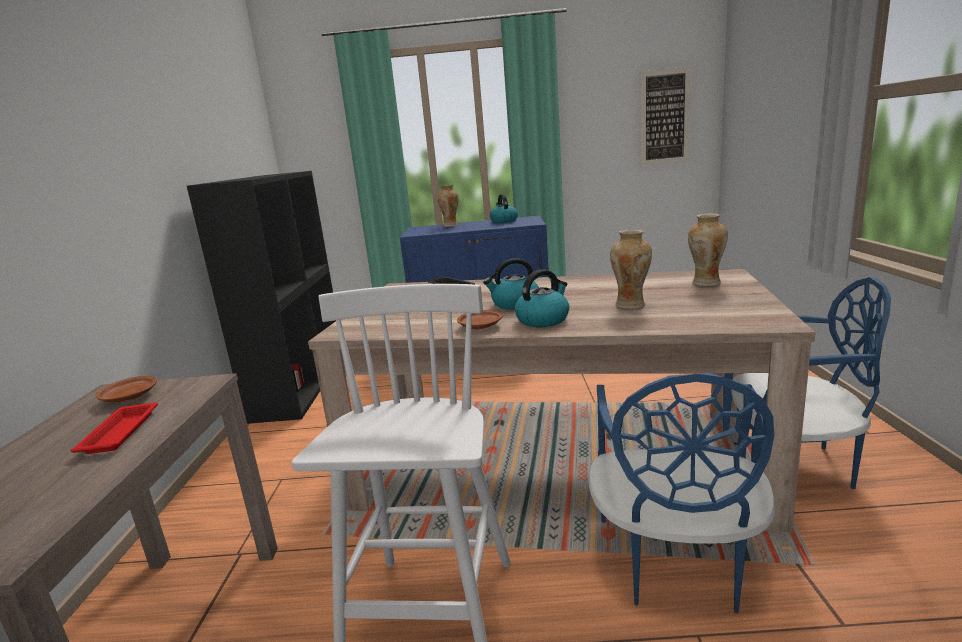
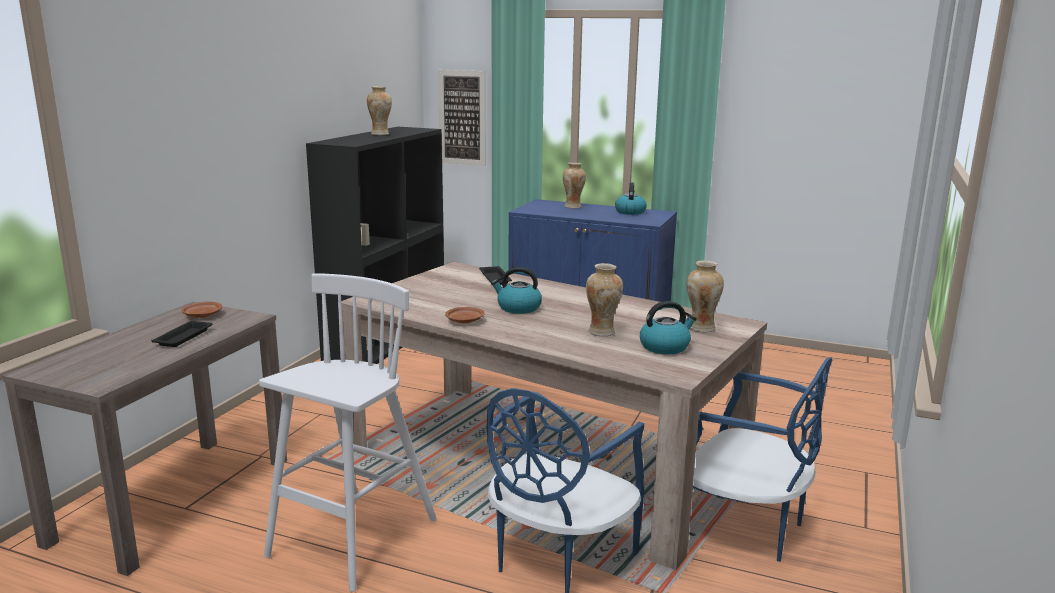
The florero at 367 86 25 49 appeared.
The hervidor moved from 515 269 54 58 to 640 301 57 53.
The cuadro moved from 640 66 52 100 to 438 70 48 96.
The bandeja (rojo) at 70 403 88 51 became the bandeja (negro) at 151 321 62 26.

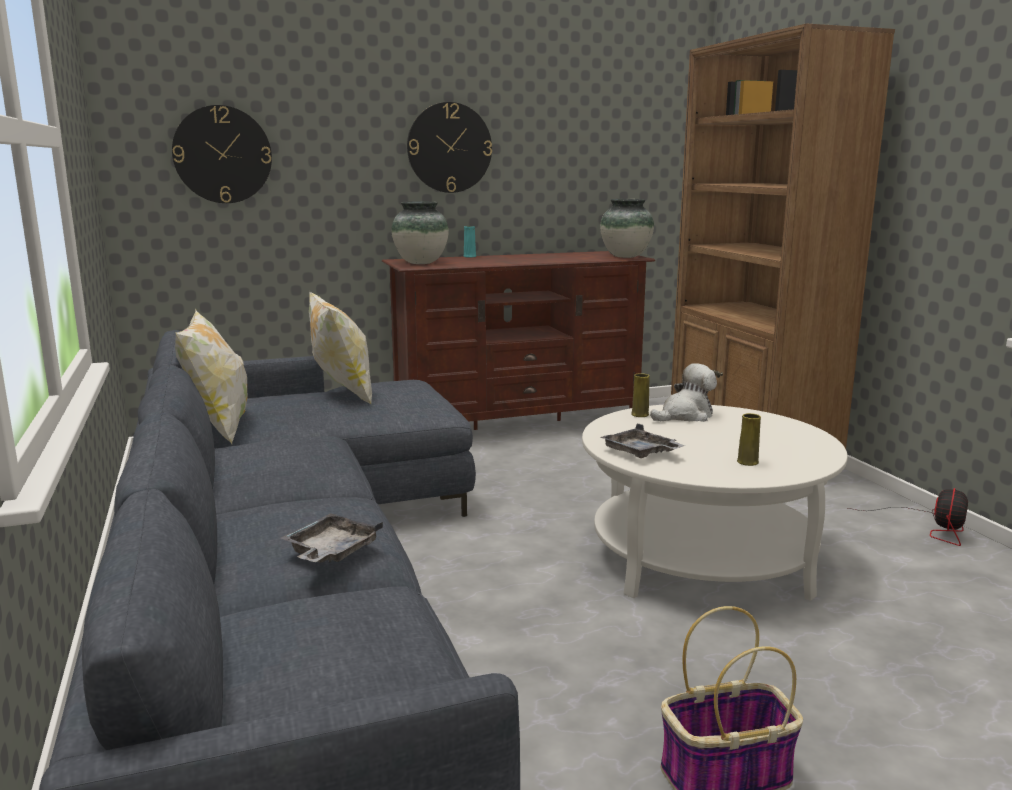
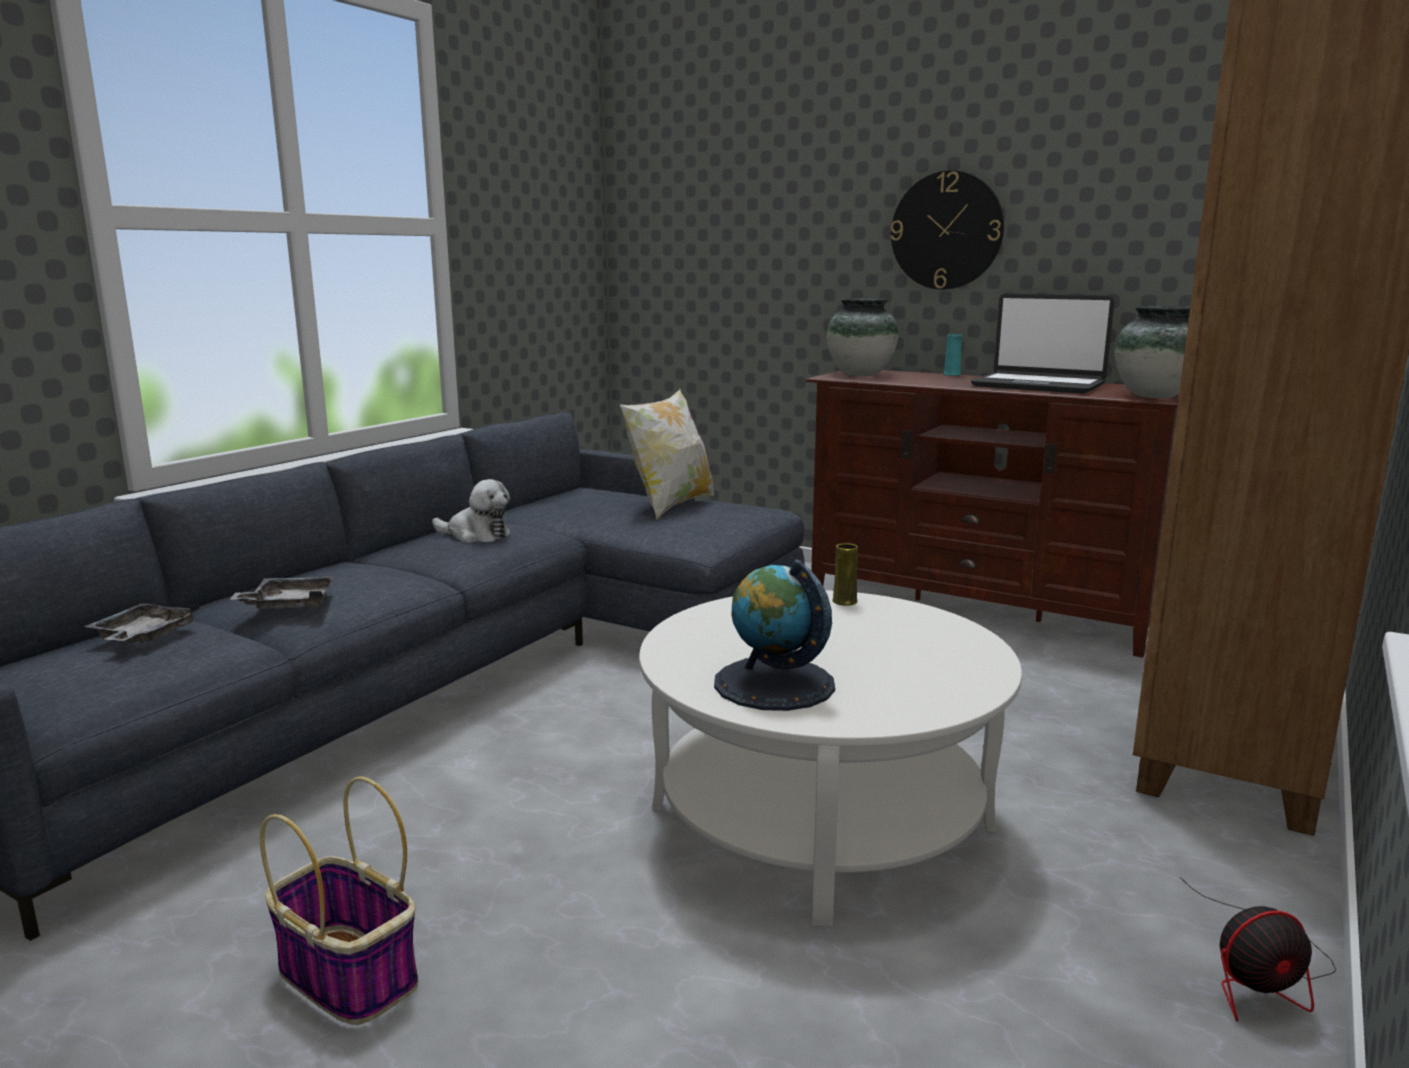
The reloj de pared at 172 105 100 98 disappeared.
The cojín at 175 309 72 135 disappeared.
The portátil at 971 293 144 101 appeared.
The bandeja (gris) moved from 600 424 85 34 to 84 603 115 40.
The peluche moved from 650 363 67 59 to 432 479 79 64.
The florero (amarillo) at 737 413 24 53 was replaced by the globo terráqueo at 714 559 121 152.

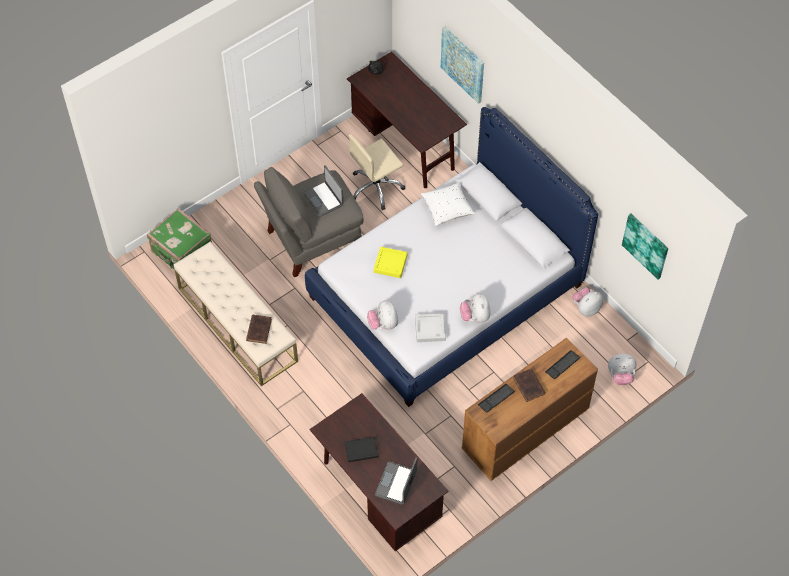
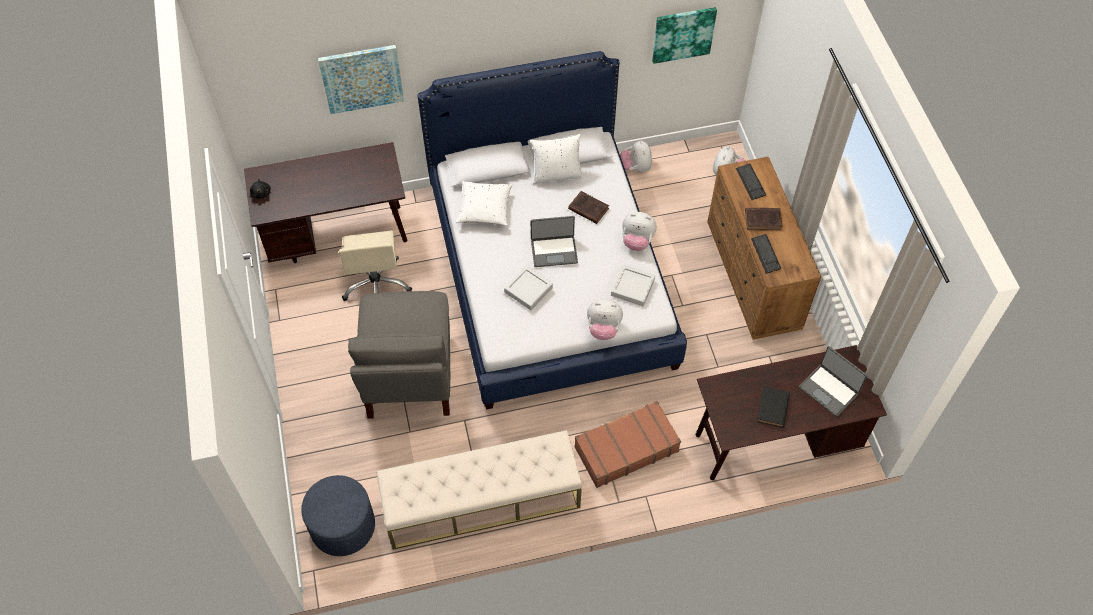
The cojín (blanco) at 530 134 53 50 appeared.
The maleta (marrón) at 574 401 107 87 appeared.
The libro (marrón) moved from 246 315 26 29 to 568 191 41 33.
The portátil moved from 303 165 41 52 to 531 216 47 51.
The maleta (verde) at 147 208 65 61 was replaced by the puf (azul) at 301 475 74 81.
The bandeja (amarillo) at 374 247 33 31 became the bandeja (gris) at 504 266 49 44.

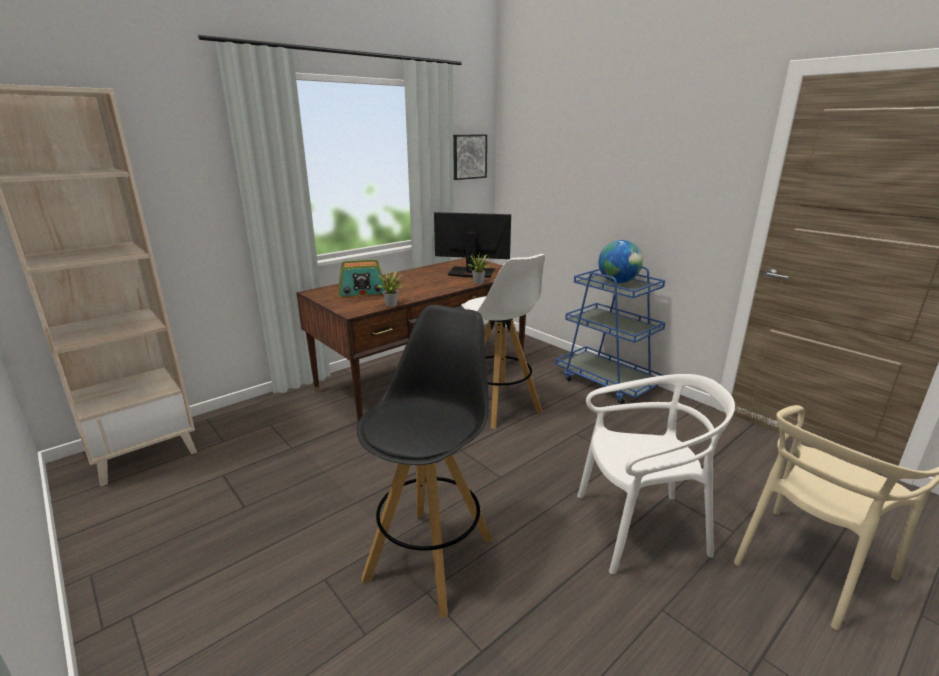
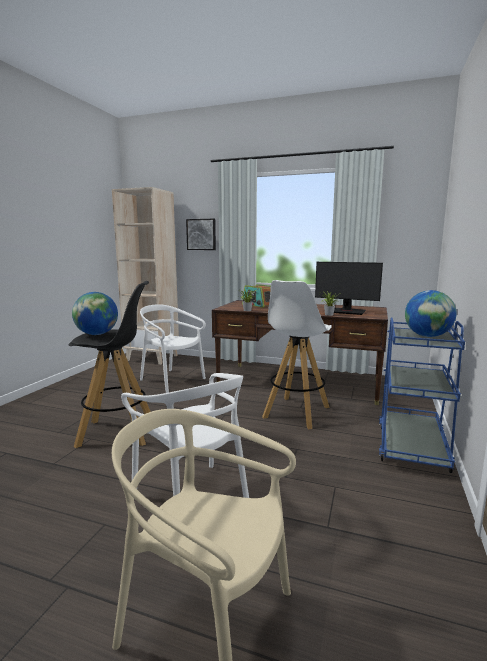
The globo terráqueo at 72 292 46 43 appeared.
The silla (blanco) at 140 304 66 89 appeared.
The cuadro moved from 453 134 34 46 to 186 219 30 31.
The monitor at 434 212 77 66 turned 135 degrees clockwise.

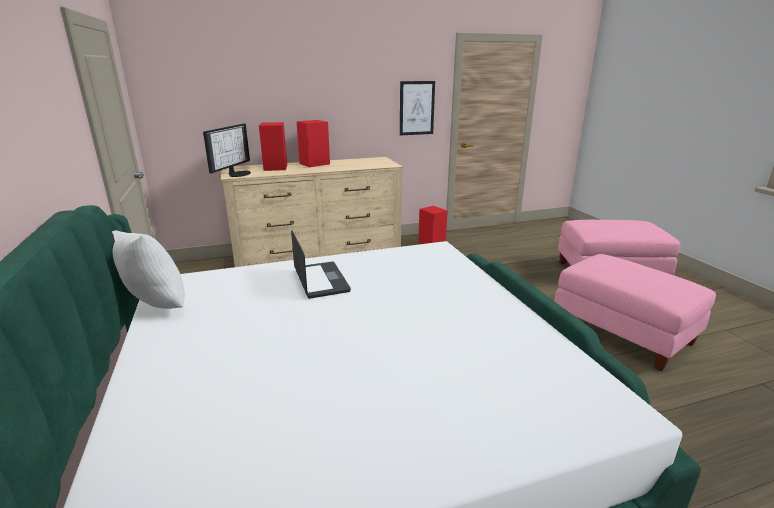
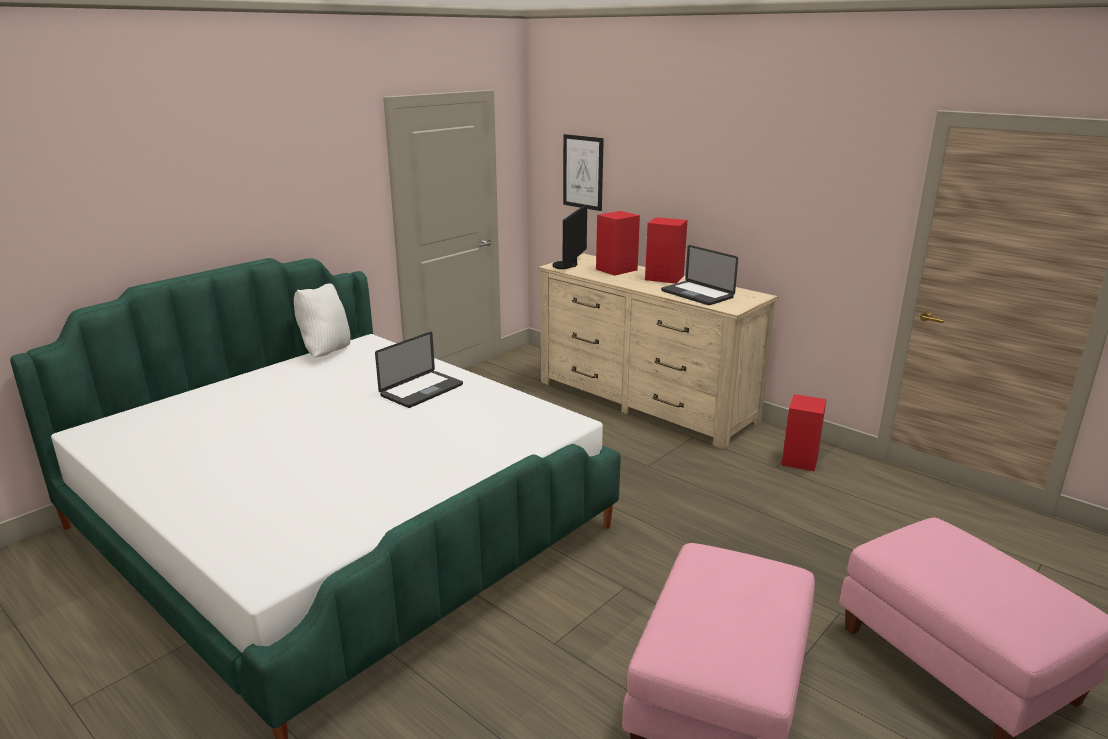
The portátil at 661 245 77 60 appeared.
The cuadro moved from 400 81 35 54 to 563 134 41 77.
The monitor at 203 124 48 53 turned 120 degrees clockwise.

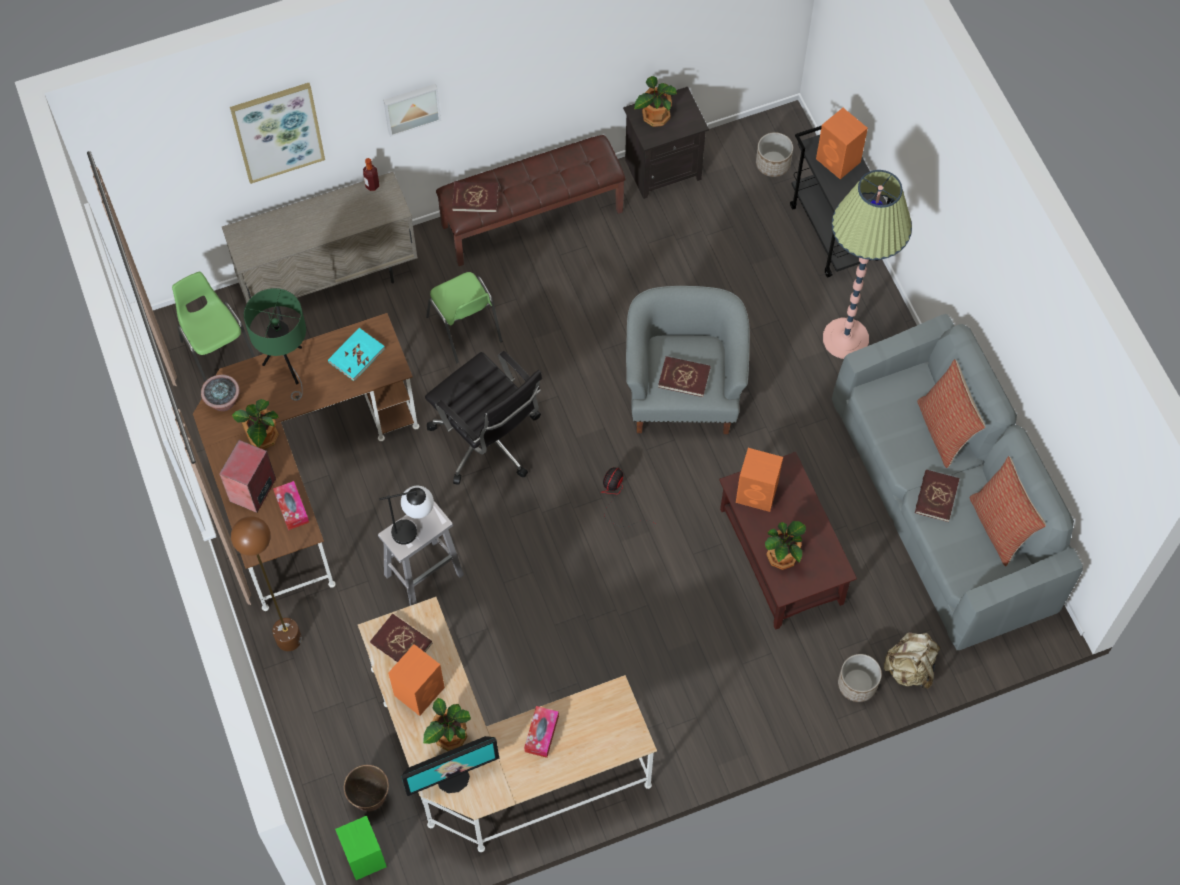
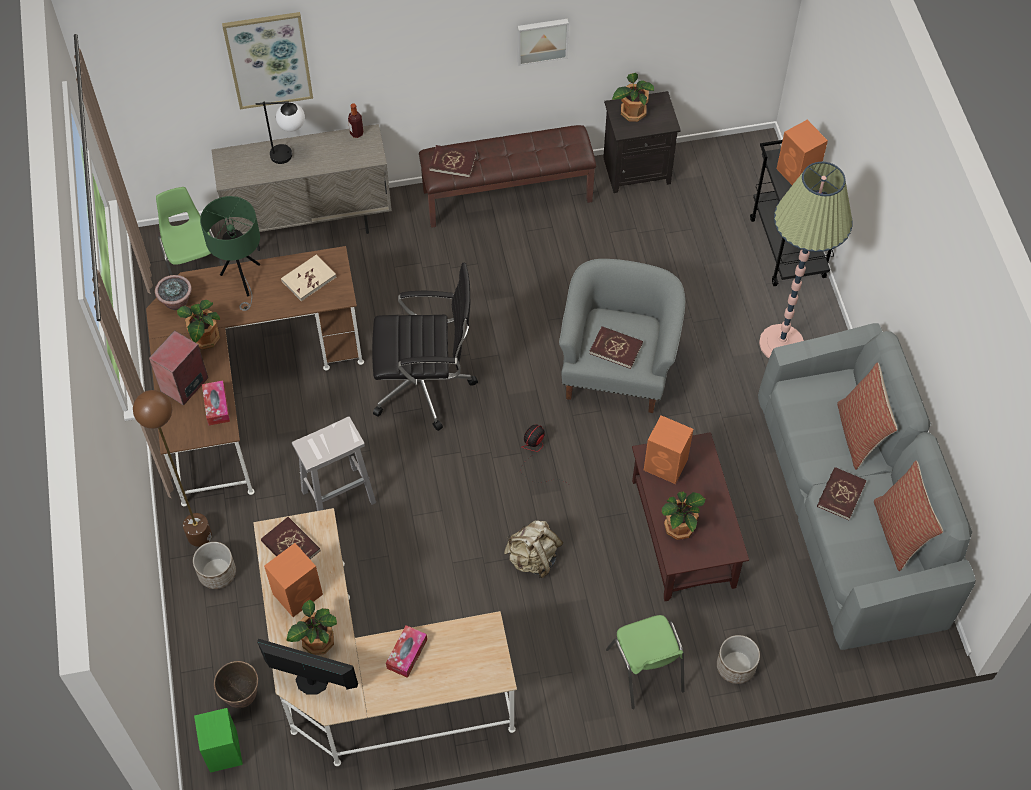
The lámpara de mesa moved from 379 486 55 59 to 255 101 50 63.
The cuadro moved from 383 84 58 53 to 517 19 52 47.
The silla (verde) moved from 426 272 76 91 to 606 615 78 94.
The maceta moved from 756 132 37 45 to 193 542 43 47.
The mochila (beis) moved from 884 632 56 57 to 504 520 59 58.
The libro (turquesa) at 328 328 57 53 became the libro (beis) at 281 254 56 47.
The monitor at 401 736 98 60 turned 150 degrees counterclockwise.
The silla de oficina (negro) at 425 351 117 134 turned 60 degrees counterclockwise.

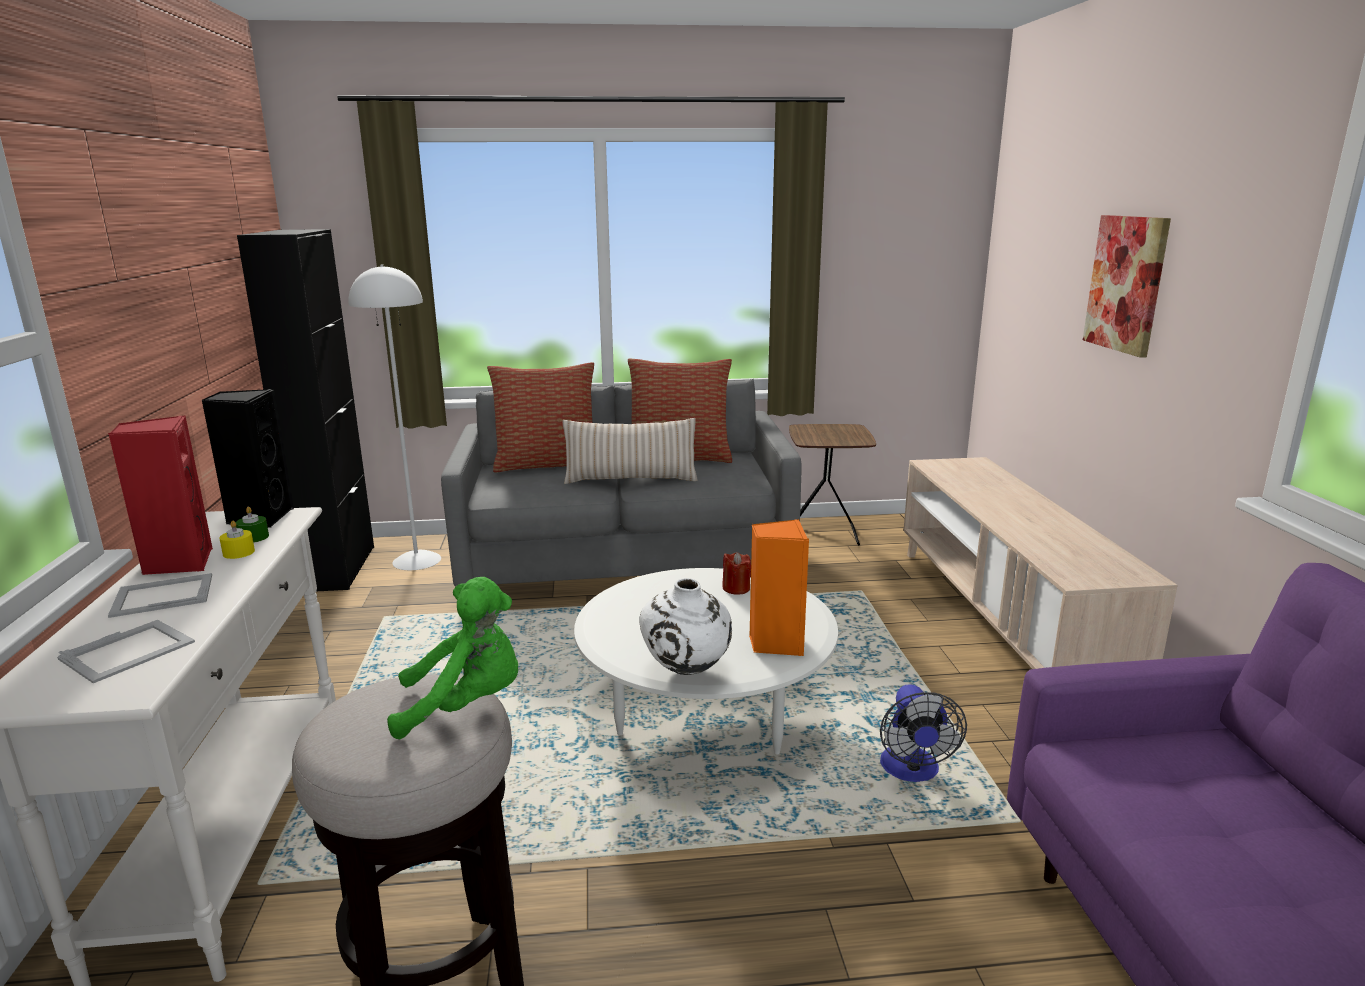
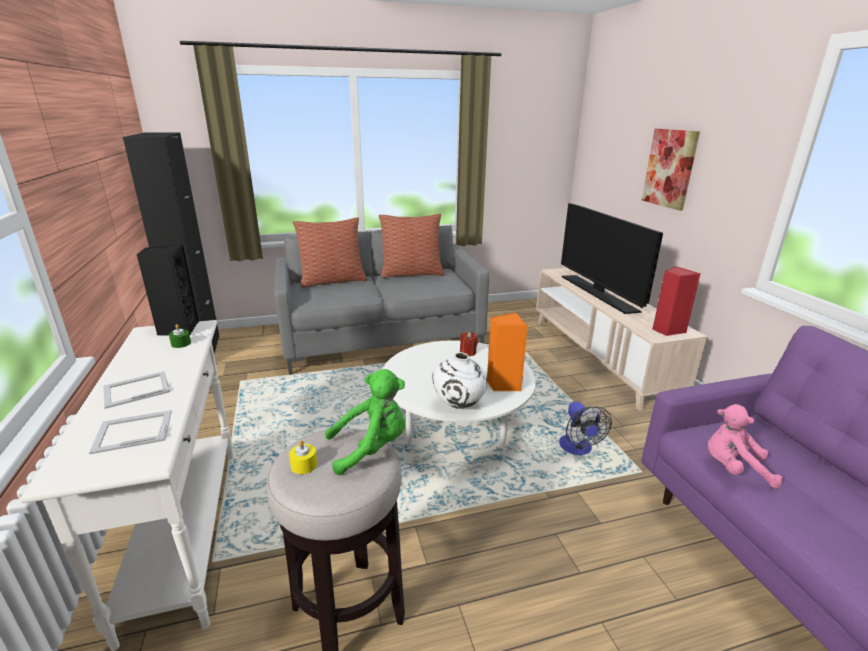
The lámpara de pie (blanco) at 349 265 92 305 disappeared.
The cojín (beis) at 562 418 136 66 disappeared.
The mesa auxiliar (marrón) at 789 424 87 122 disappeared.
The televisor at 561 203 102 111 appeared.
The peluche (rosa) at 708 404 75 85 appeared.
The altavoz (rojo) moved from 108 416 105 159 to 652 266 48 70.
The vela (amarillo) moved from 219 521 36 38 to 289 440 28 34.
The portarretratos at 57 620 138 63 turned 135 degrees counterclockwise.

